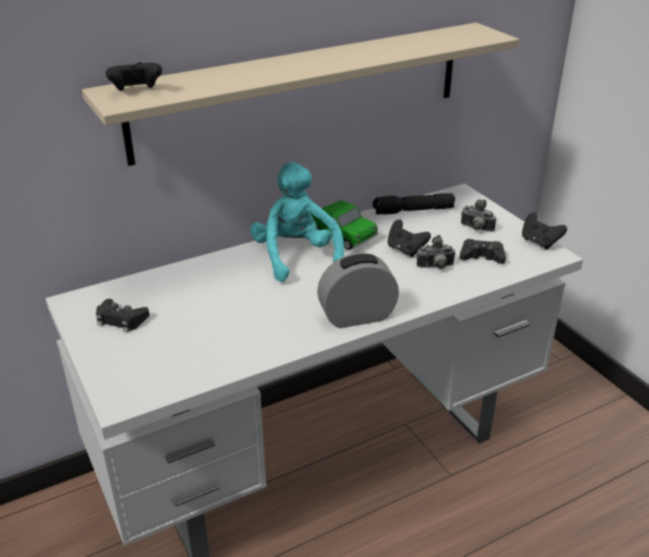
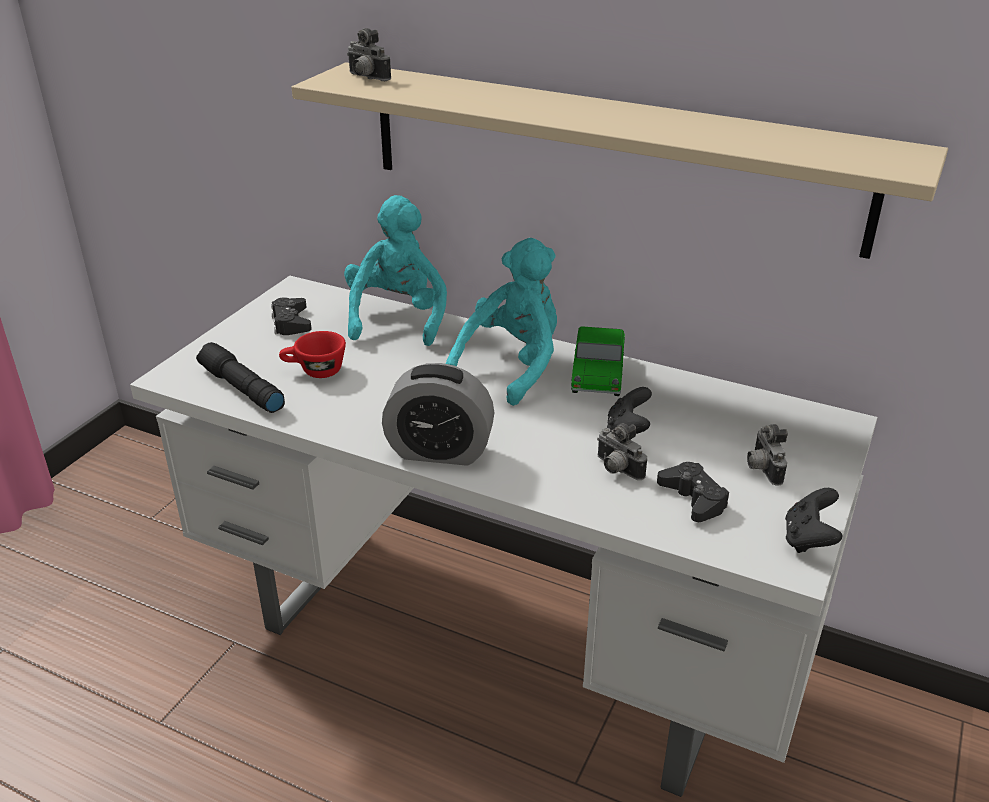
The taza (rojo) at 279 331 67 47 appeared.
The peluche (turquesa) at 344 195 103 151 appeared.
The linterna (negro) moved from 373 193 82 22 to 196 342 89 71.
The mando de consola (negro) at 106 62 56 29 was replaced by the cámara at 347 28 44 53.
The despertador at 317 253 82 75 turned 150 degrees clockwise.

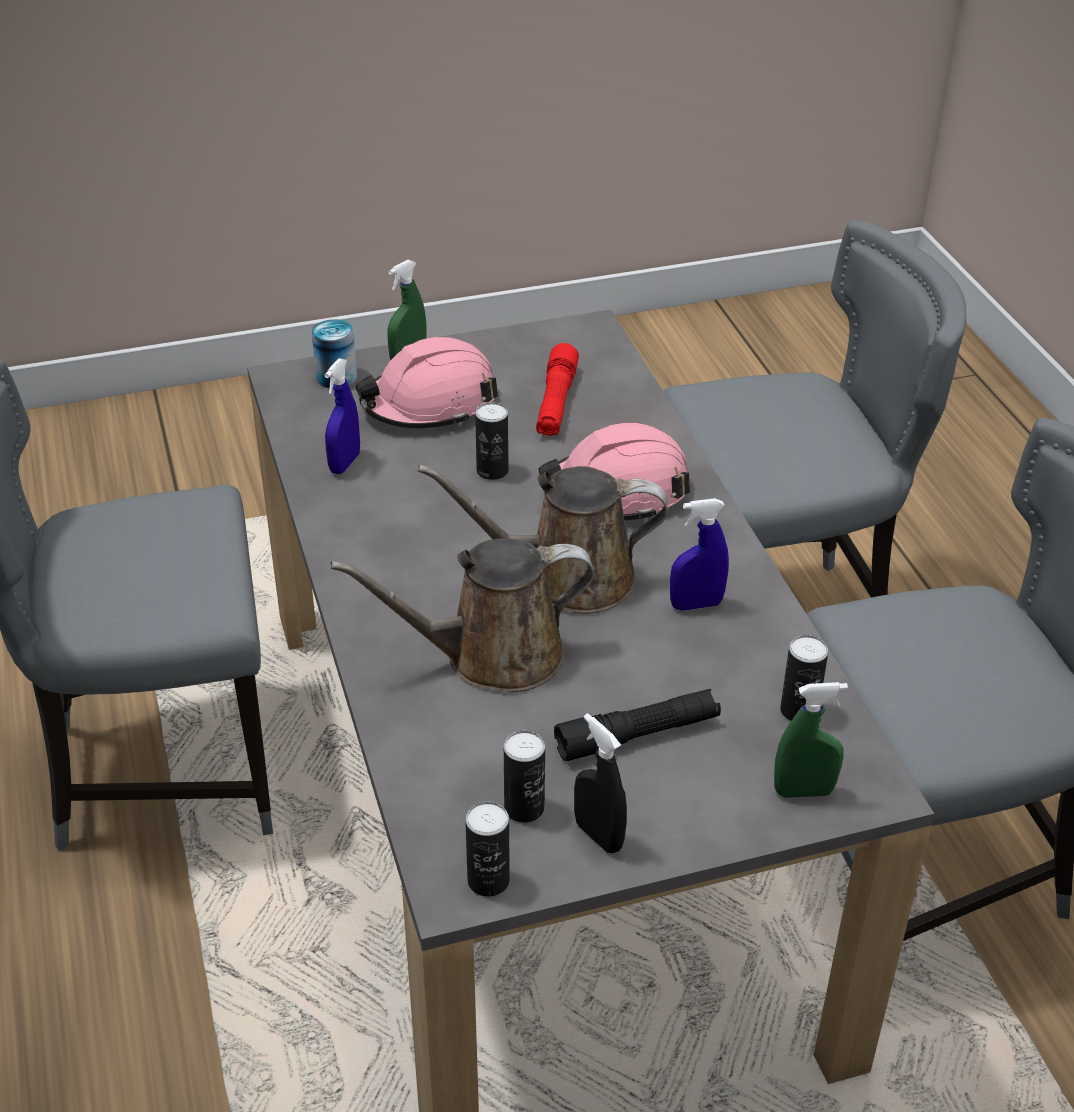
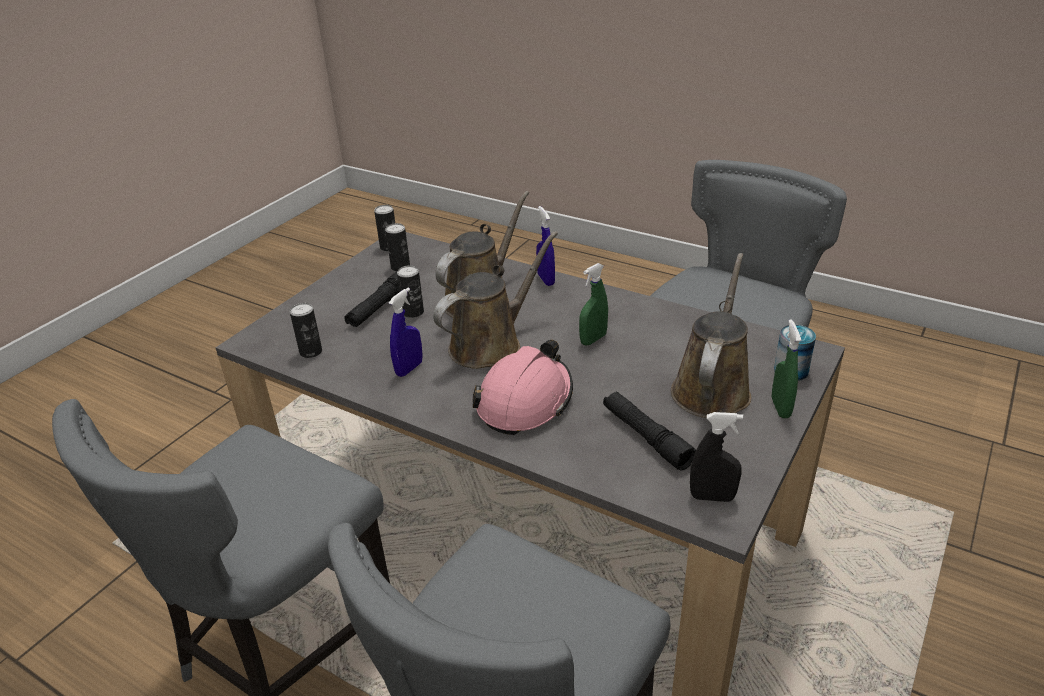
The pulverizador (azul) moved from 325 358 35 116 to 536 206 19 80.
The lata moved from 475 402 34 78 to 397 265 27 53.
The pulverizador (negro) moved from 574 713 53 140 to 690 412 53 90.
The pulverizador (verde) moved from 774 682 74 116 to 579 263 29 82.
The casco (rosa) at 356 337 142 91 was replaced by the regadera (marrón) at 671 253 80 165.
The linterna (rojo) at 536 343 43 93 became the linterna (negro) at 603 391 93 79.

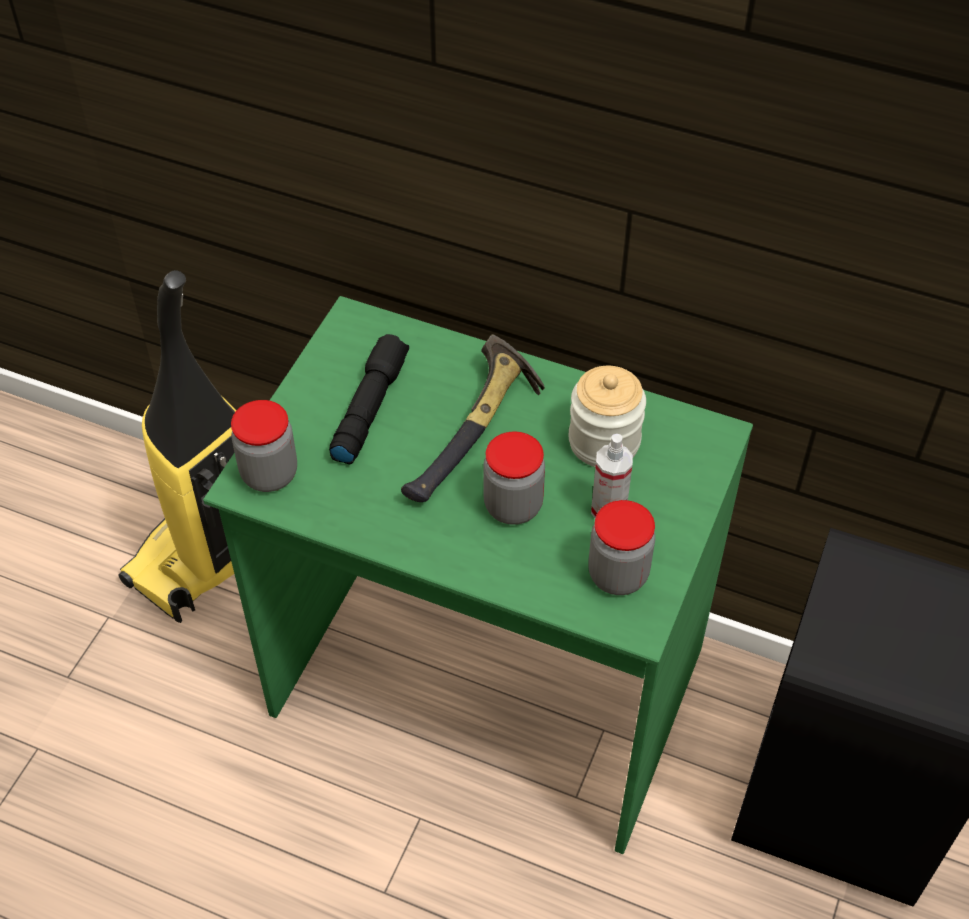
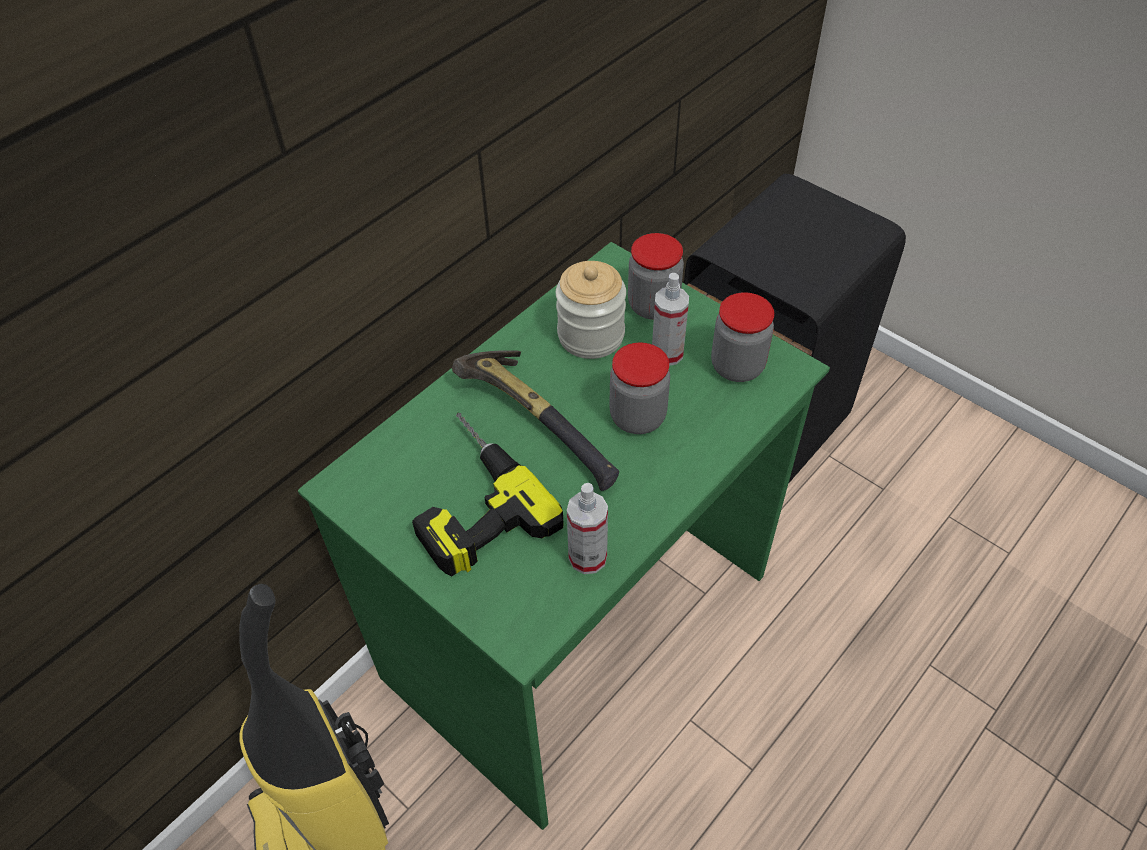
The pulverizador at 567 483 41 91 appeared.
The tarro moved from 231 400 66 92 to 628 233 56 87.
The linterna (negro) at 329 334 80 130 was replaced by the taladro at 412 413 151 164.

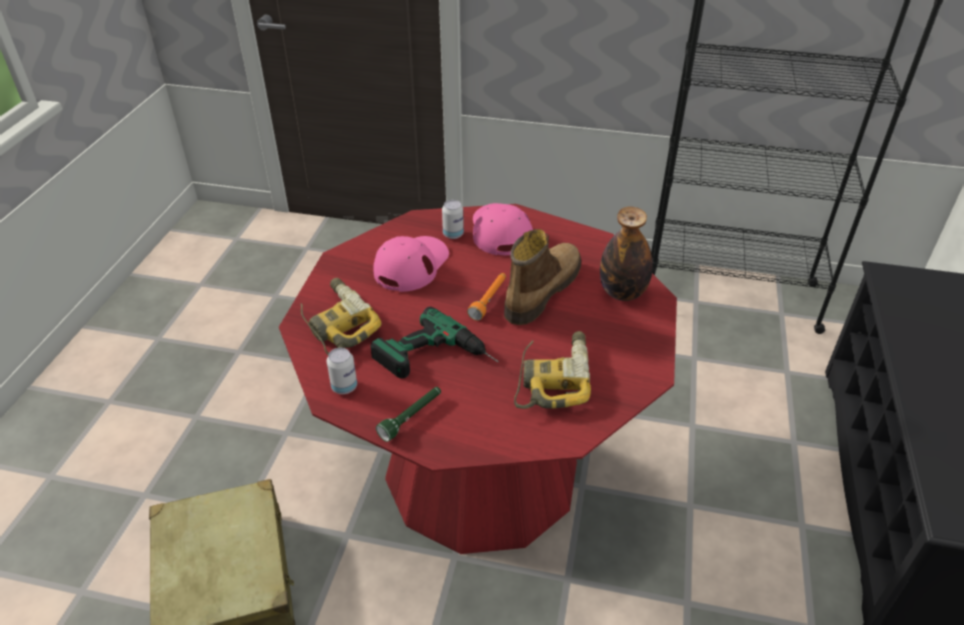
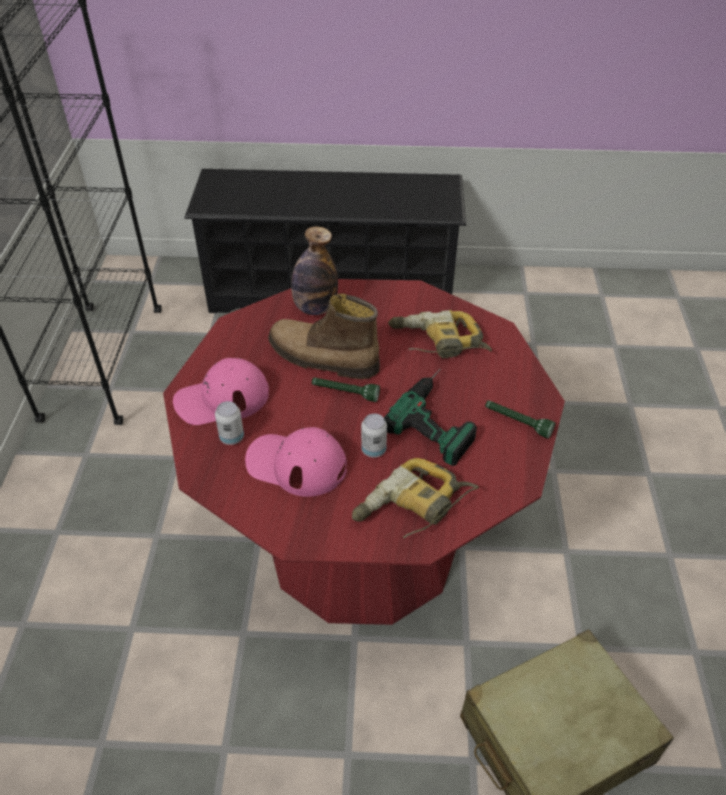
The lata moved from 327 348 30 46 to 361 413 26 45.
The linterna (naranja) at 467 273 39 48 became the linterna (verde) at 312 378 68 24.

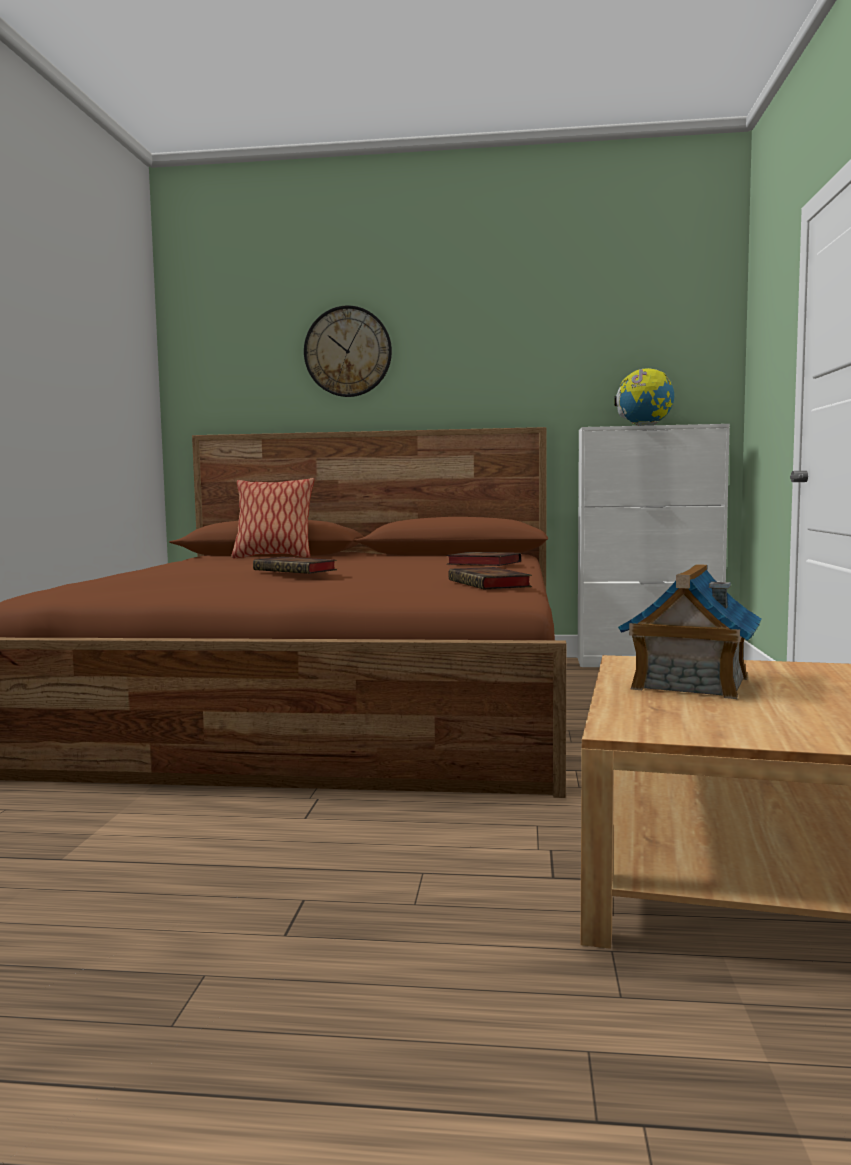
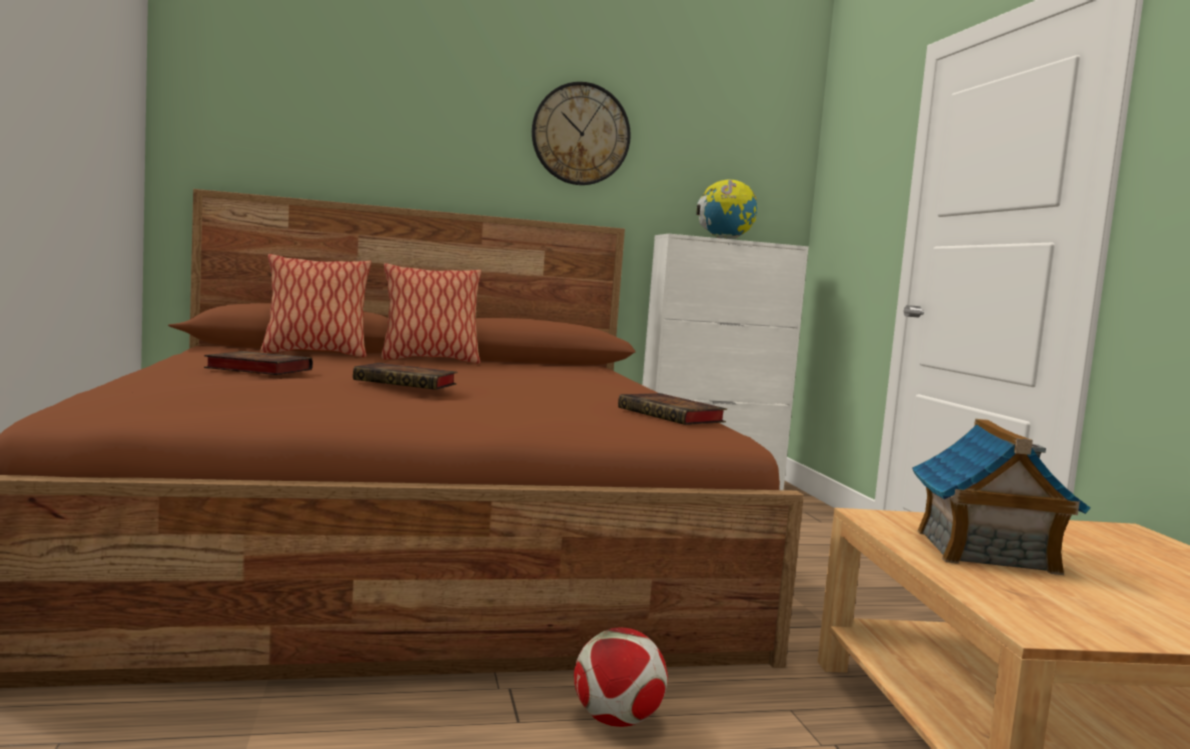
The cojín at 381 263 100 101 appeared.
The balón de fútbol at 574 628 94 99 appeared.
The reloj de pared moved from 304 306 88 91 to 532 82 99 103.
The libro moved from 446 552 75 14 to 204 351 109 24.

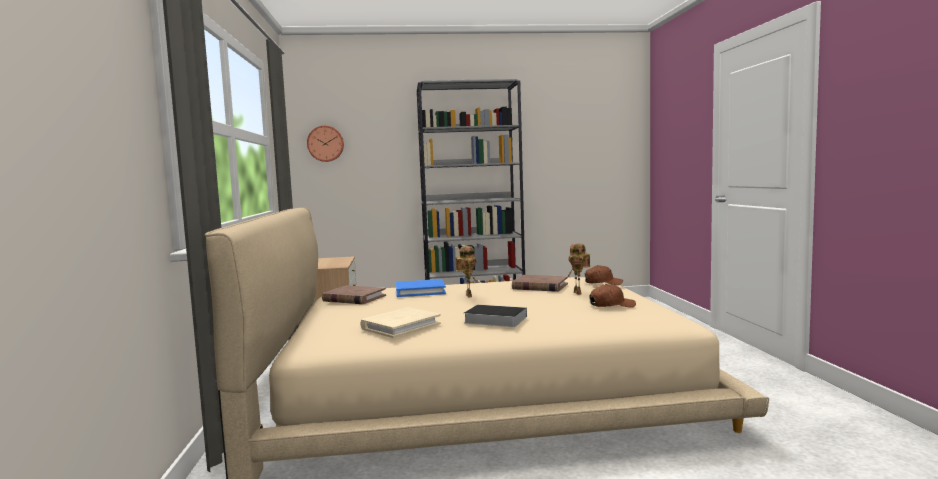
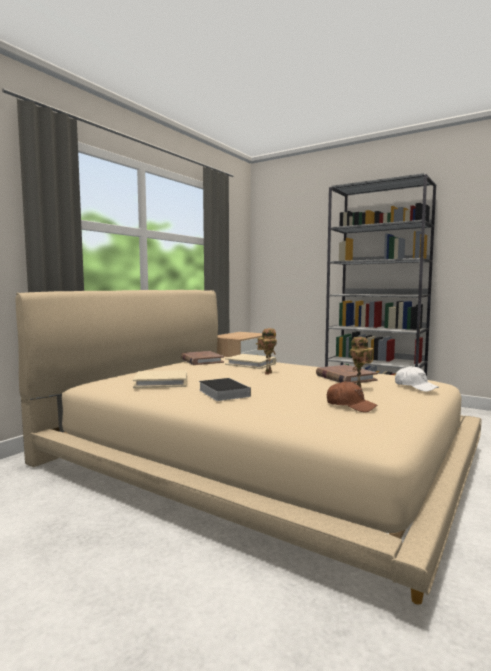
The reloj de pared at 307 126 37 36 disappeared.
The libro (azul) at 396 279 50 18 became the libro (beis) at 225 354 51 15.
The gorra (marrón) at 585 265 38 20 became the gorra (blanco) at 395 366 44 26.

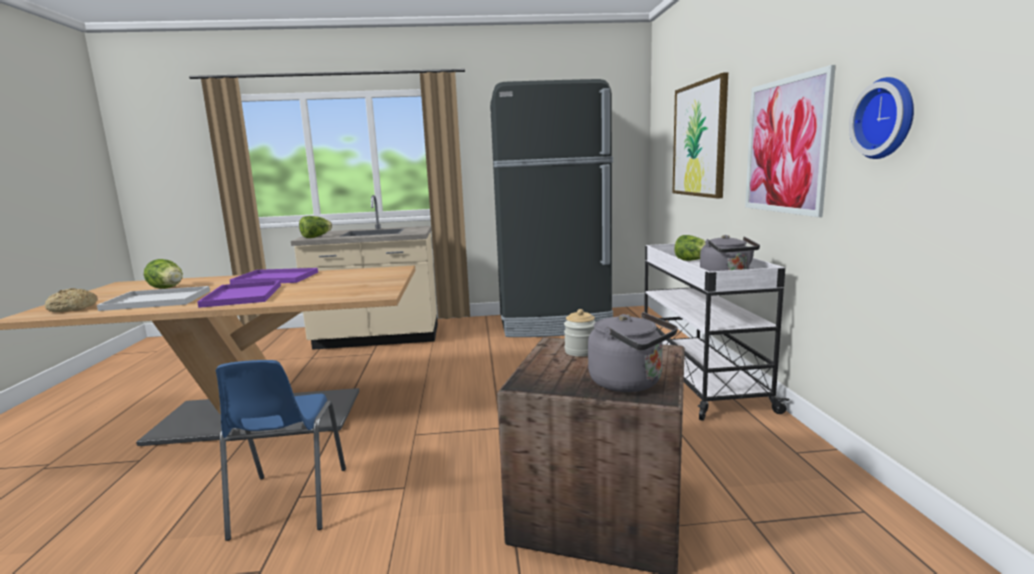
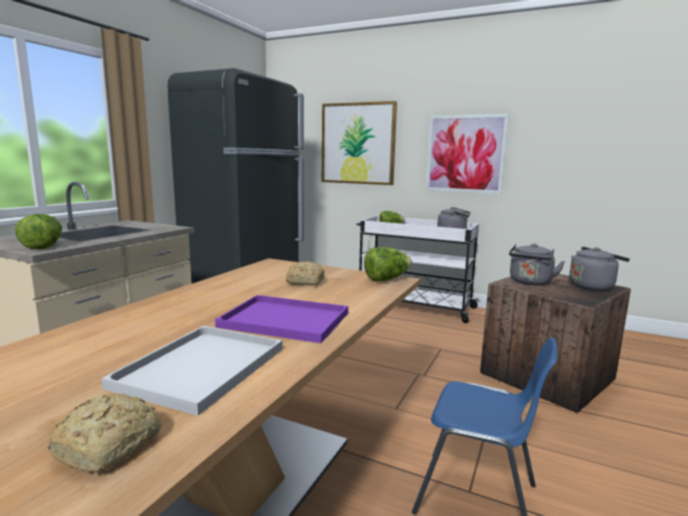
The bandeja (morado) at 230 268 88 16 disappeared.
The reloj de pared at 849 77 65 82 disappeared.
The pan at 286 261 38 25 appeared.
The lechuga moved from 144 259 39 30 to 364 247 48 35.
The tarro at 564 309 32 48 was replaced by the hervidor (gris) at 509 244 56 41.

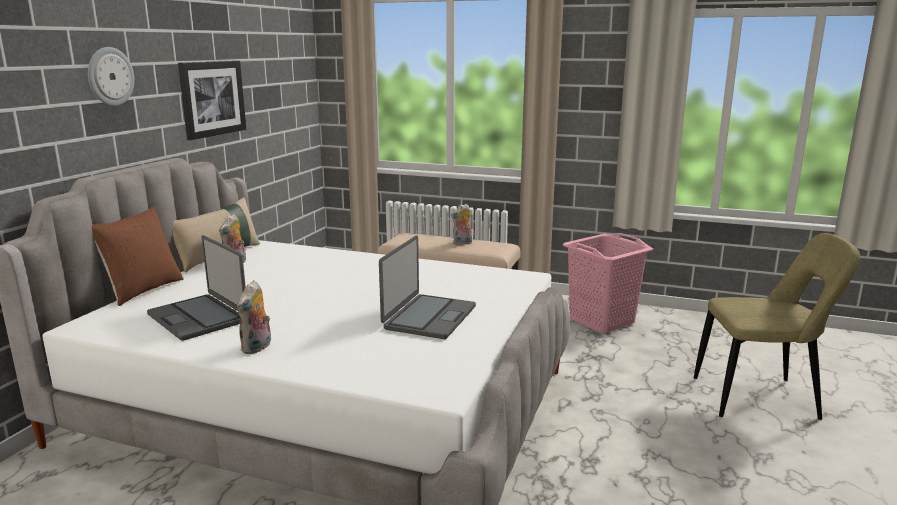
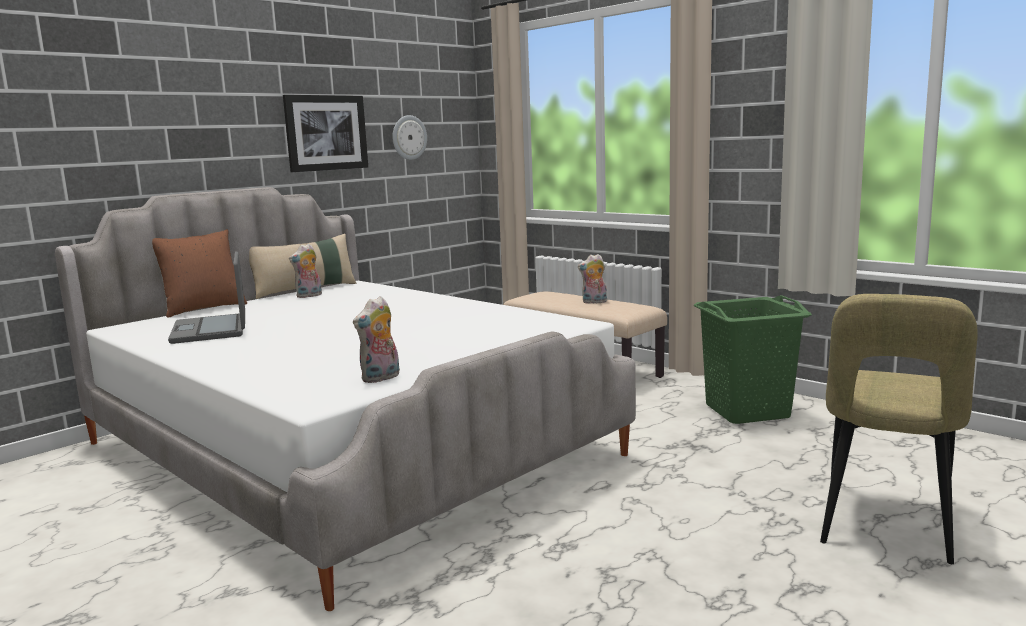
The portátil at 379 235 97 104 disappeared.
The reloj de pared moved from 88 47 46 59 to 392 115 35 45.
The peluche moved from 237 280 34 74 to 353 296 47 87.
The cesto de la ropa (rosa) at 563 233 90 100 became the cesto de la ropa (verde) at 694 295 118 129.
The silla (beis) at 694 233 167 187 turned 90 degrees clockwise.

